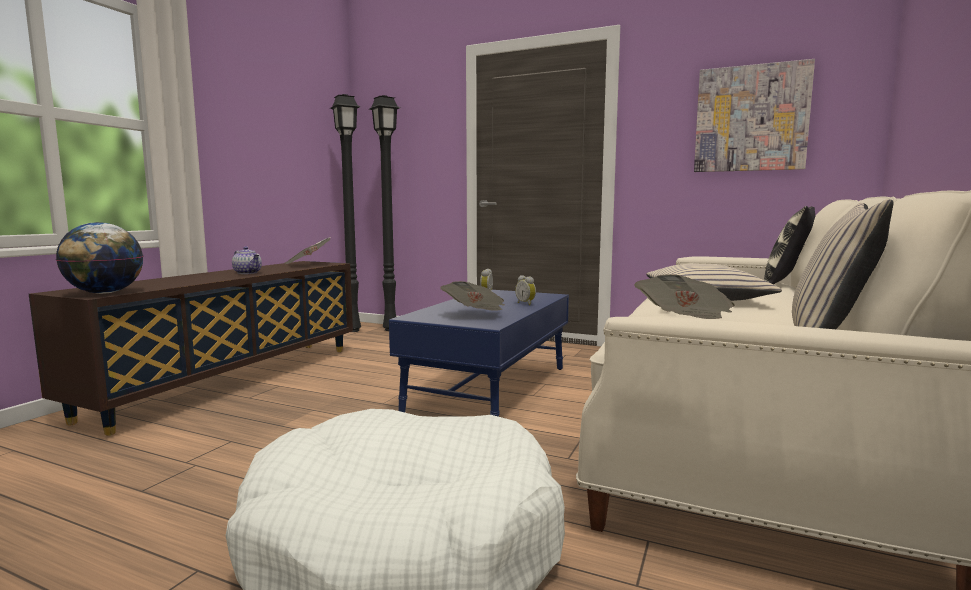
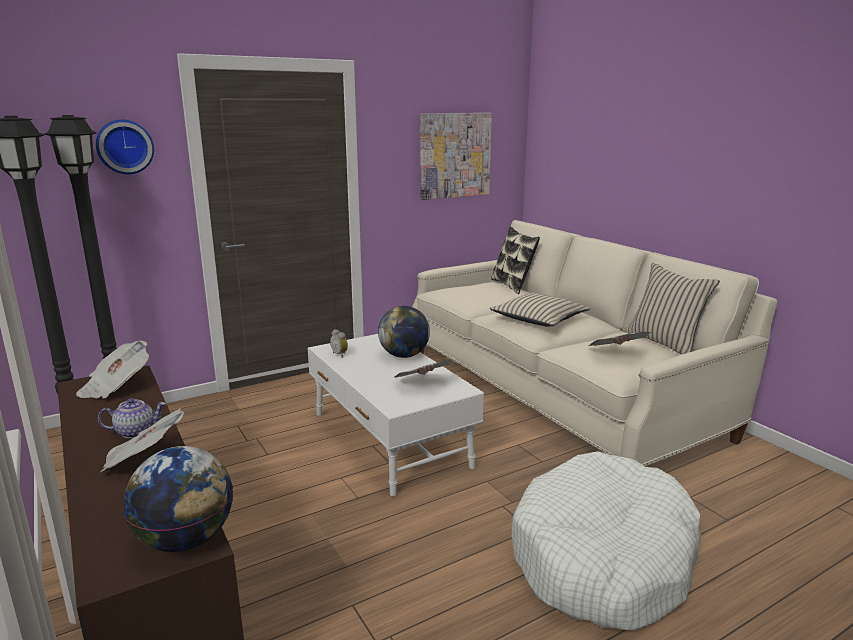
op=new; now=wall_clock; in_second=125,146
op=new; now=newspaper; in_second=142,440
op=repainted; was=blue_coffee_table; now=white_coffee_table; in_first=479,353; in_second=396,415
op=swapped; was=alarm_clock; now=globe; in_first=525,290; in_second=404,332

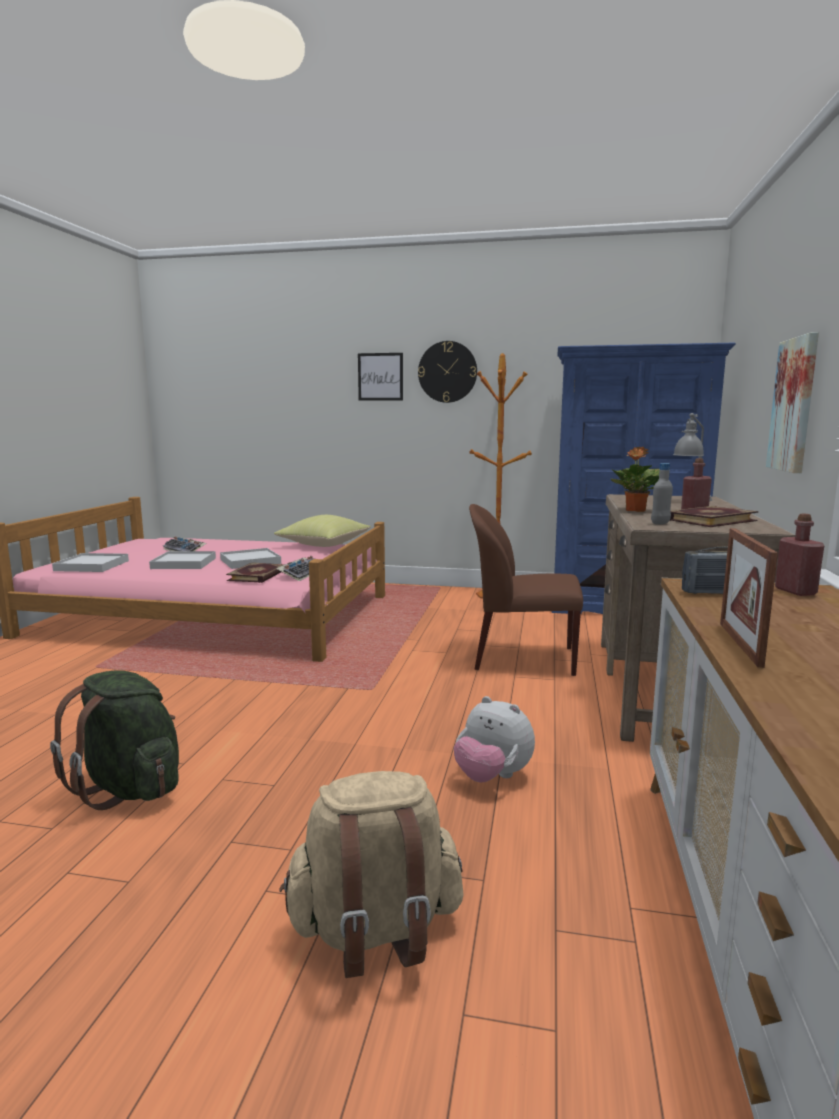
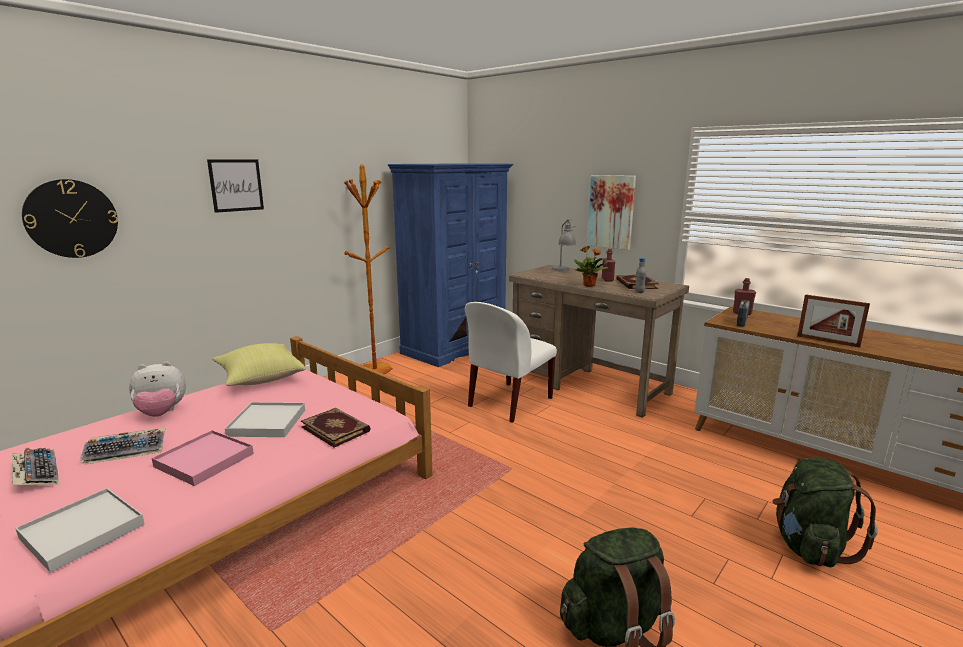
op=shifted; was=keyboard; in_first=295,568; in_second=36,466
op=shifted; was=wall_clock; in_first=447,372; in_second=70,218
op=shifted; was=plush_toy; in_first=494,739; in_second=157,389
op=repainted; was=white_tray; now=pink_tray; in_first=182,560; in_second=203,458
op=repainted; was=brown_chair; now=white_chair; in_first=526,590; in_second=511,362
op=repainted; was=beige_backpack; now=green_backpack; in_first=371,874; in_second=825,512

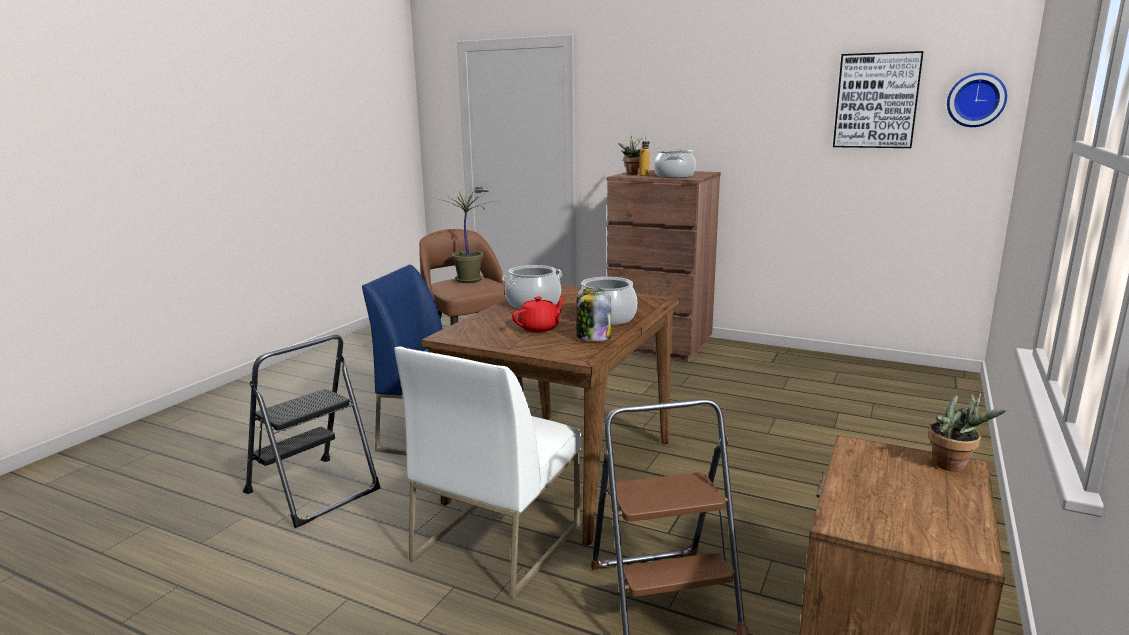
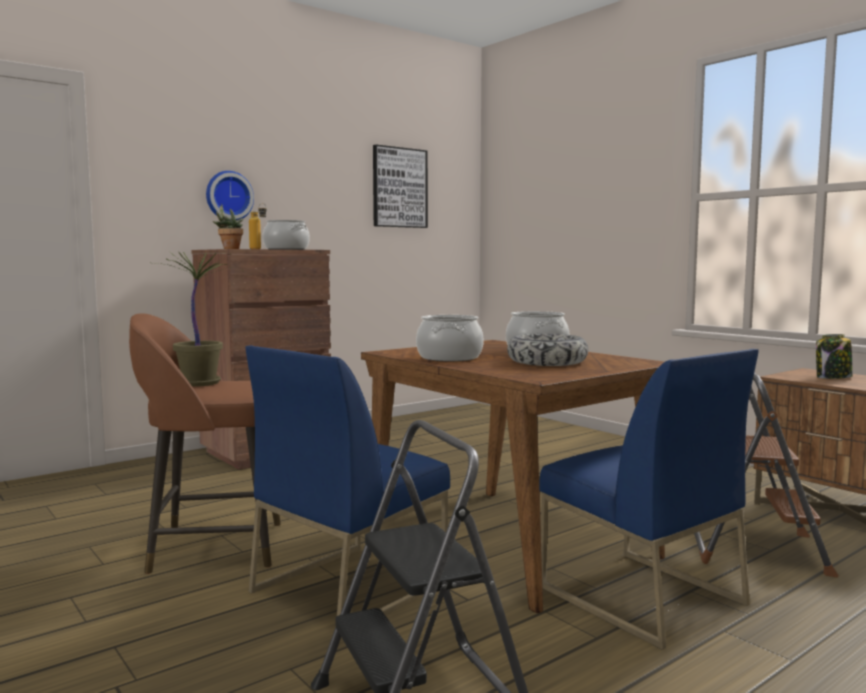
op=shifted; was=wall_clock; in_first=977,100; in_second=230,195
op=swapped; was=red_teapot; now=bowl; in_first=539,314; in_second=547,350
op=repainted; was=white_chair; now=blue_chair; in_first=488,472; in_second=649,499
op=shifted; was=jar; in_first=593,314; in_second=834,356
op=gone; was=potted_plant; in_first=968,431

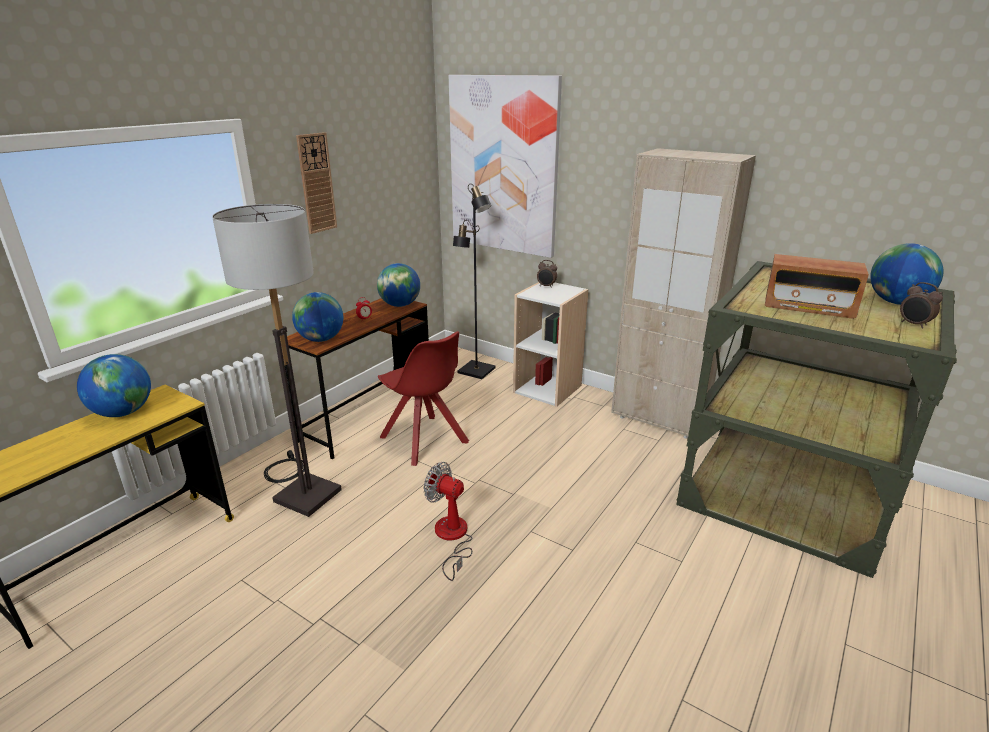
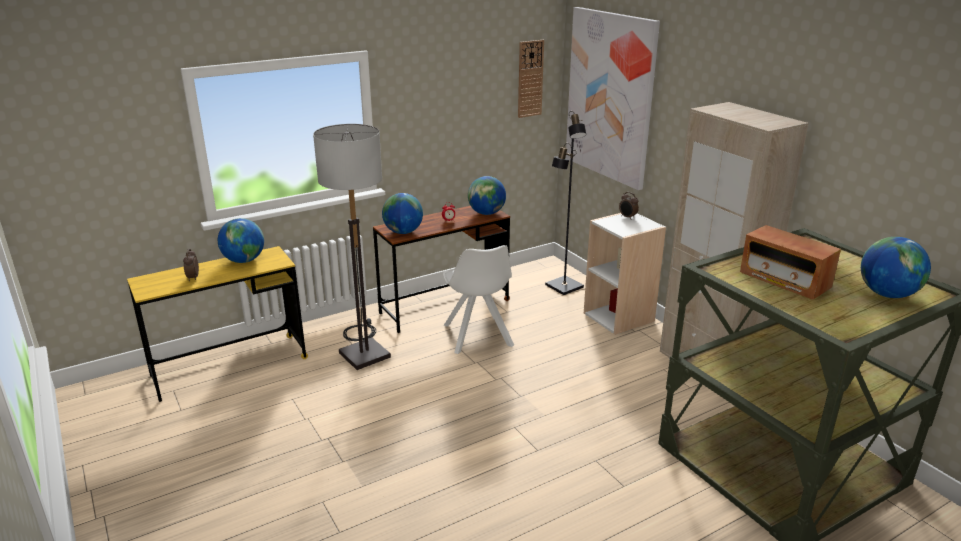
op=shifted; was=alarm_clock; in_first=921,305; in_second=191,265
op=repainted; was=red_chair; now=white_chair; in_first=423,398; in_second=478,299
op=shifted; was=wall_clock; in_first=316,183; in_second=531,79
op=gone; was=fan; in_first=447,521

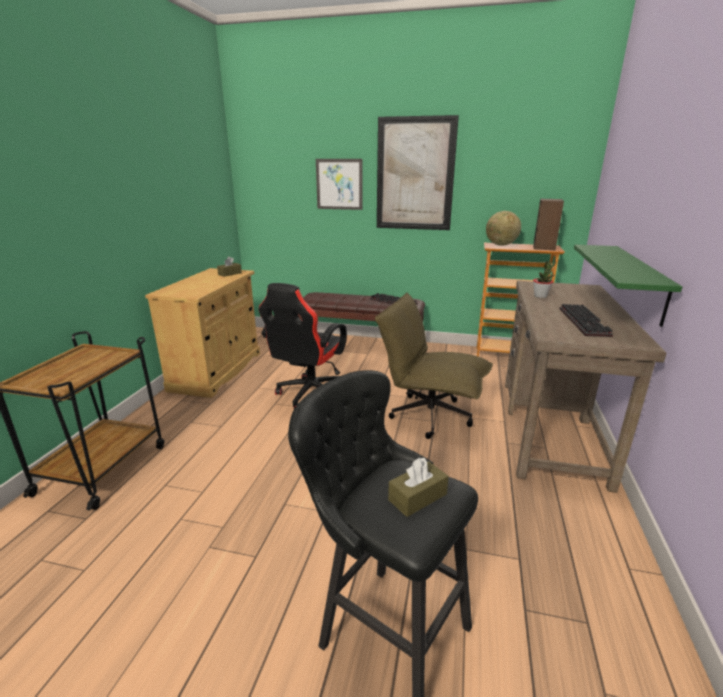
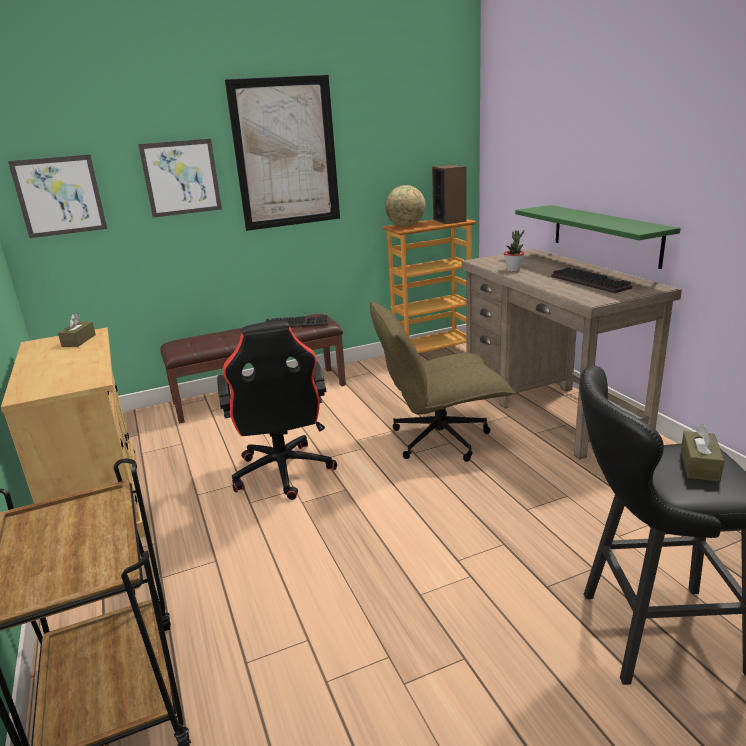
op=new; now=picture; in_second=57,196

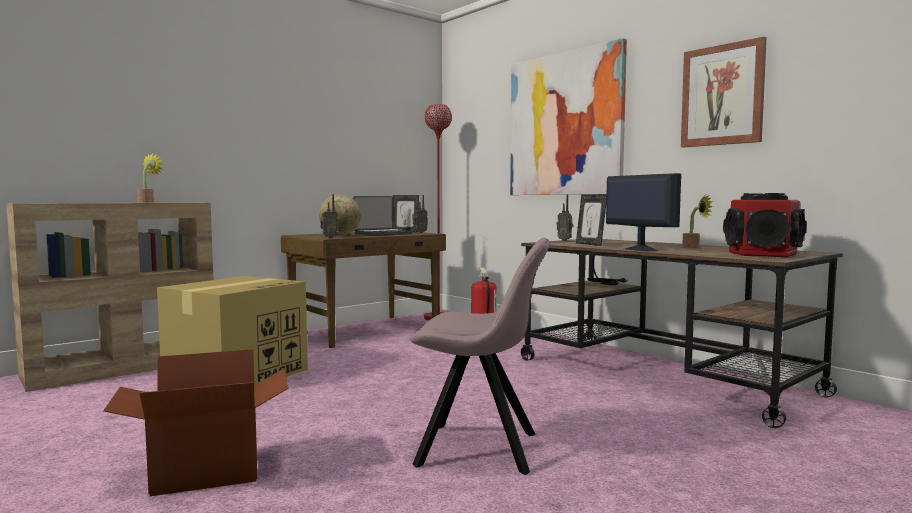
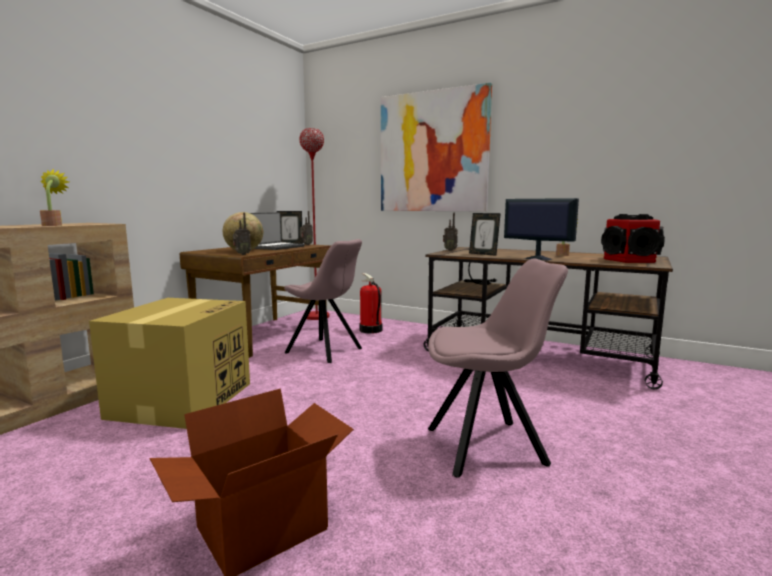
op=new; now=pink_chair; in_second=323,301
op=gone; was=picture; in_first=724,92

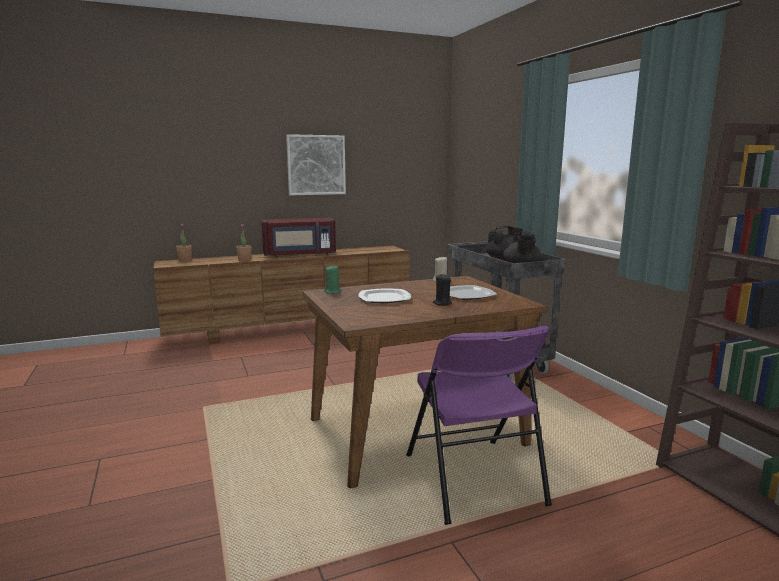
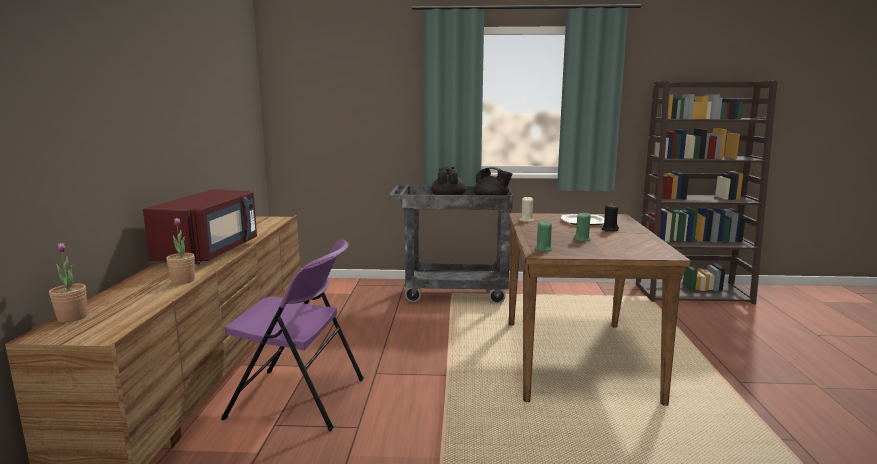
op=shifted; was=purple_chair; in_first=479,425; in_second=292,336
op=swapped; was=plate; now=green_candle; in_first=384,296; in_second=582,227
op=gone; was=picture; in_first=316,164

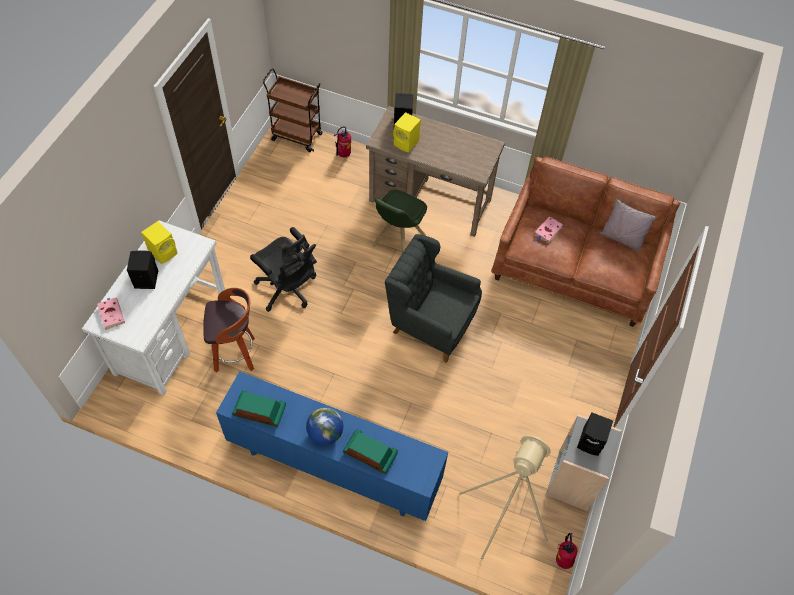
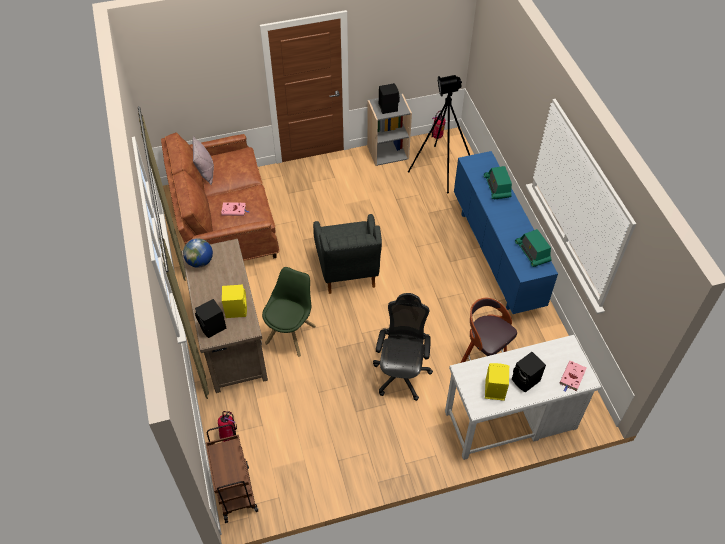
op=shifted; was=globe; in_first=324,426; in_second=198,253
op=rotated; was=green_chair; in_first=400,221; in_second=289,312; clockwise=-60
op=repainted; was=beige_floor_lamp; now=black_floor_lamp; in_first=505,498; in_second=439,134

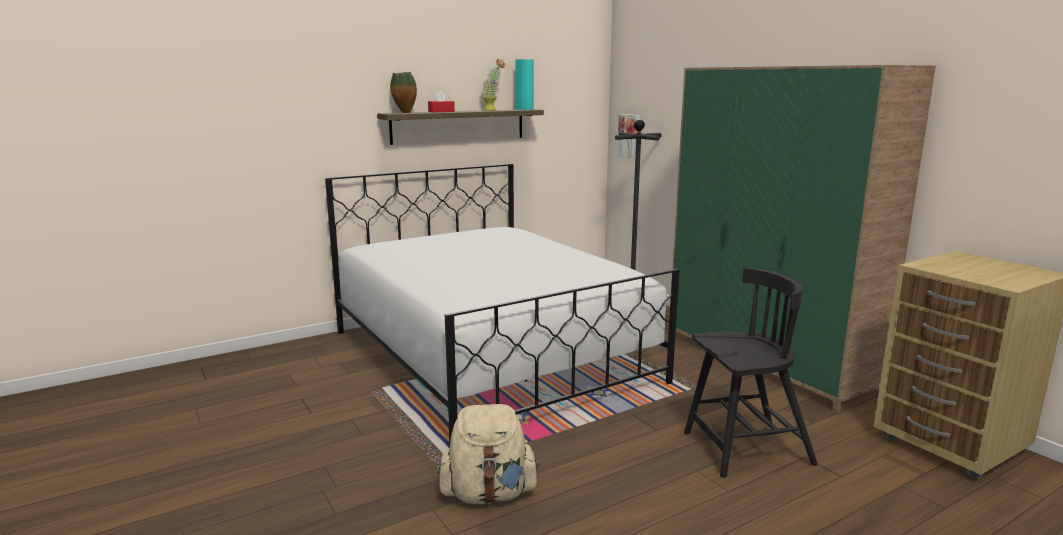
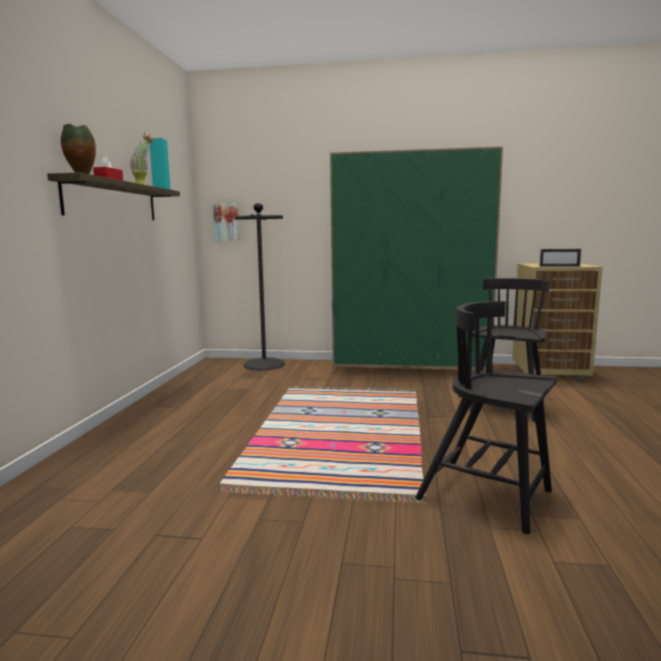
op=swapped; was=beige_backpack; now=black_chair; in_first=489,454; in_second=485,417
op=new; now=picture_frame; in_second=560,258
op=gone; was=white_bed; in_first=502,305

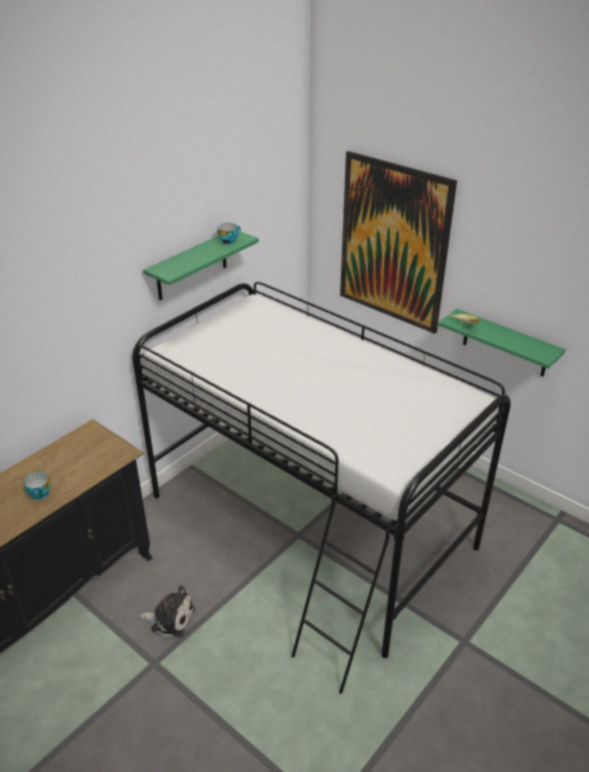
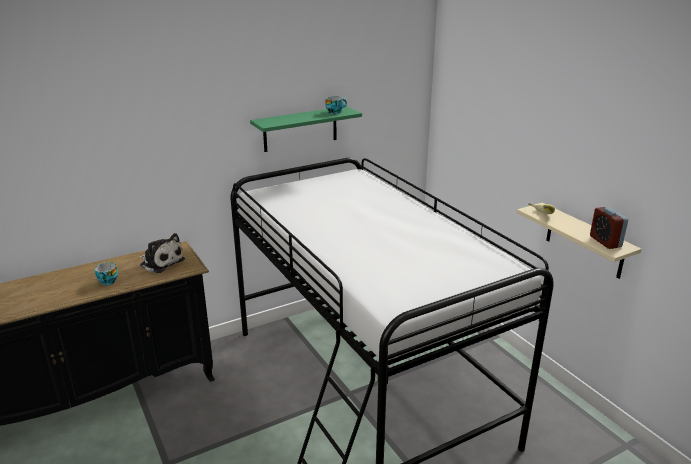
op=shifted; was=plush_toy; in_first=167,611; in_second=162,253
op=repainted; was=green_shelf; now=beige_shelf; in_first=501,342; in_second=579,241
op=new; now=alarm_clock; in_second=609,228
op=gone; was=picture; in_first=398,242

